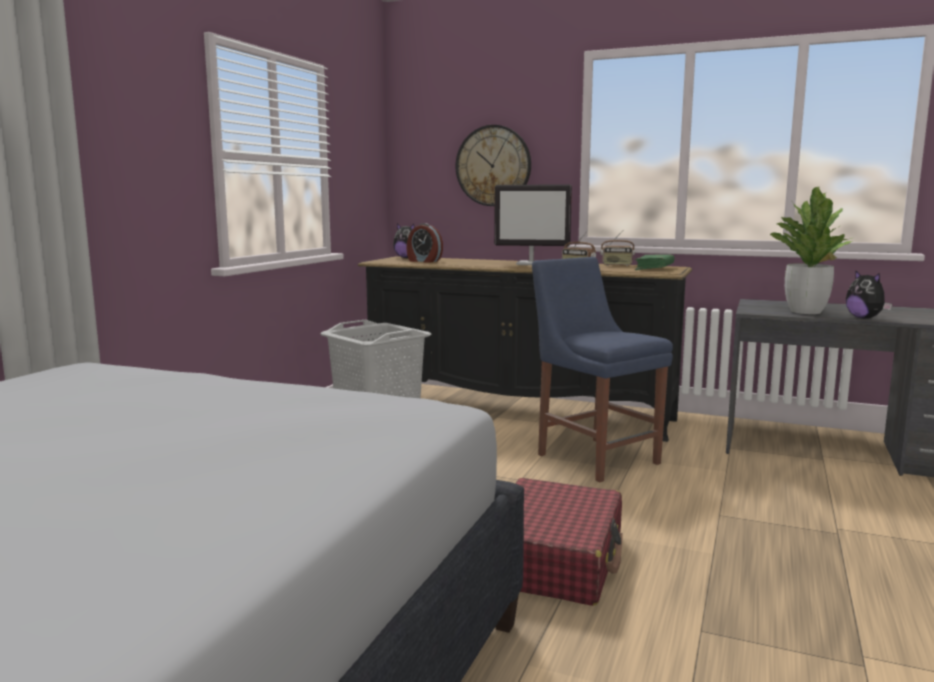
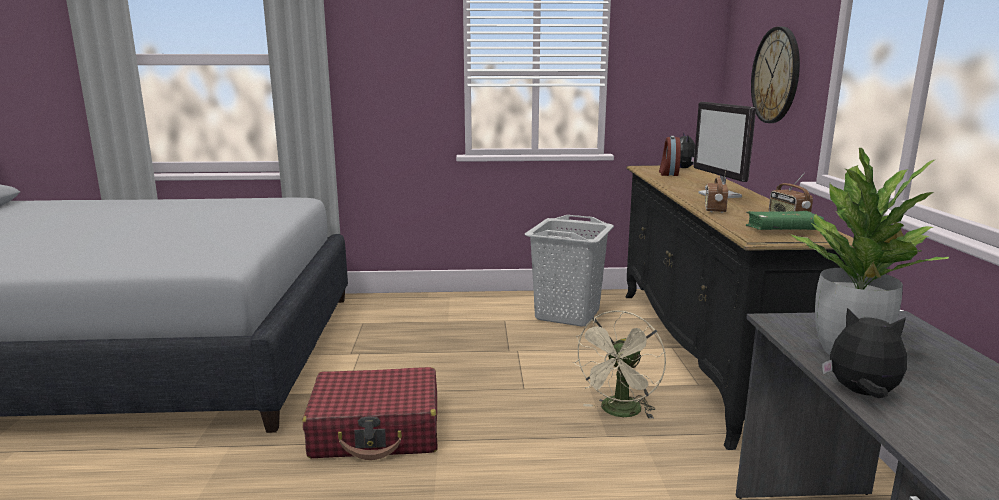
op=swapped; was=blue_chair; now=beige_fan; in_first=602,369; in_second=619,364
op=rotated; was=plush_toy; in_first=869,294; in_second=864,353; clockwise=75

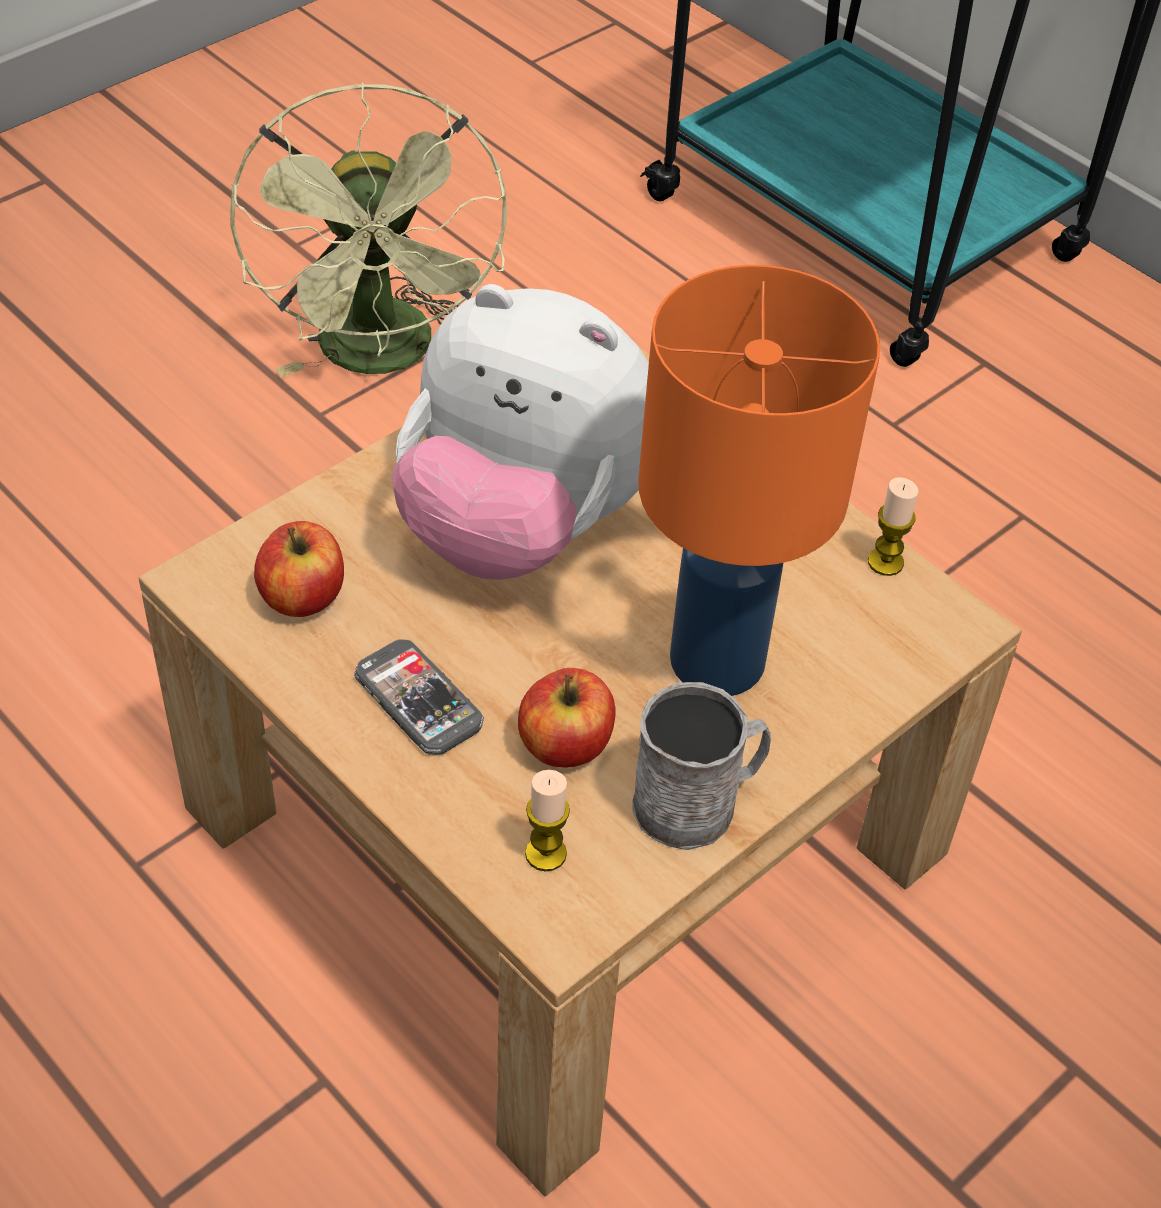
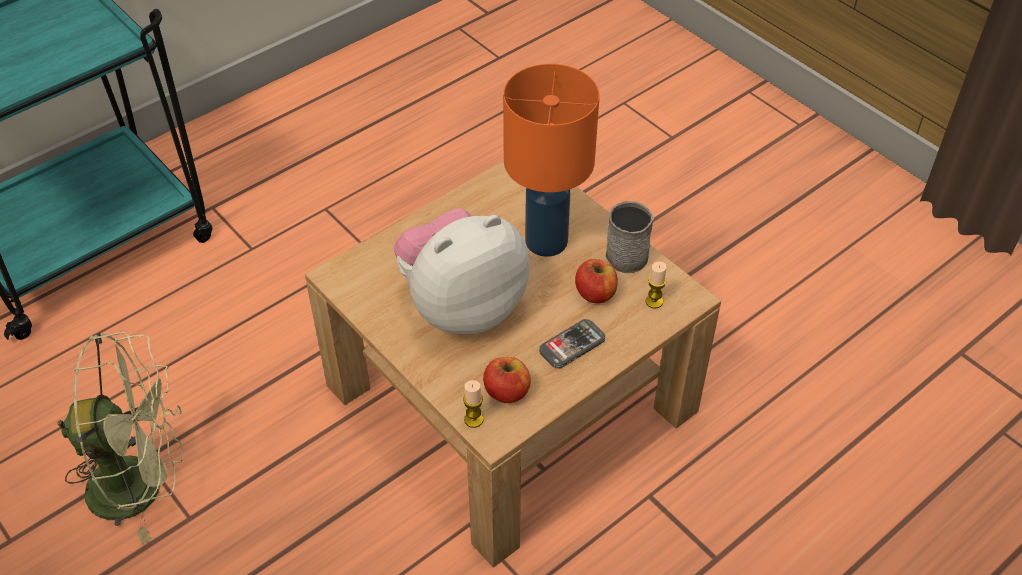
op=rotated; was=plush_toy; in_first=520,432; in_second=461,271; clockwise=-150
op=shifted; was=candle; in_first=893,526; in_second=473,404

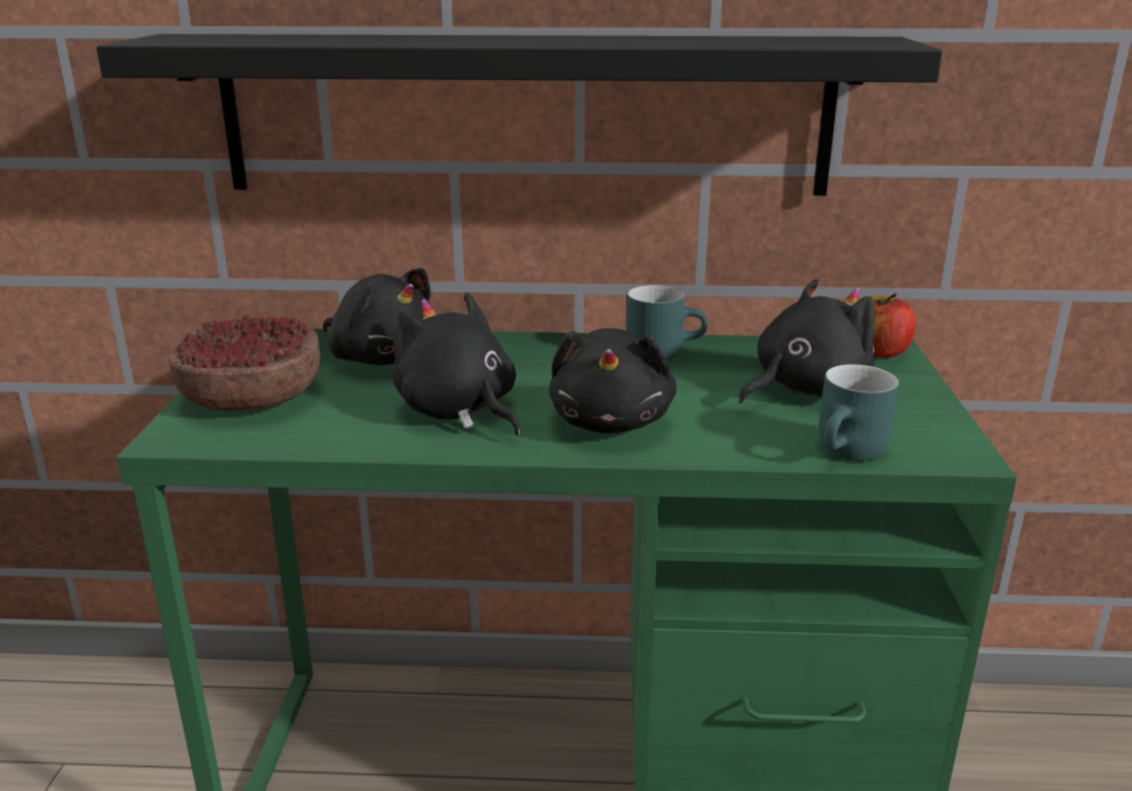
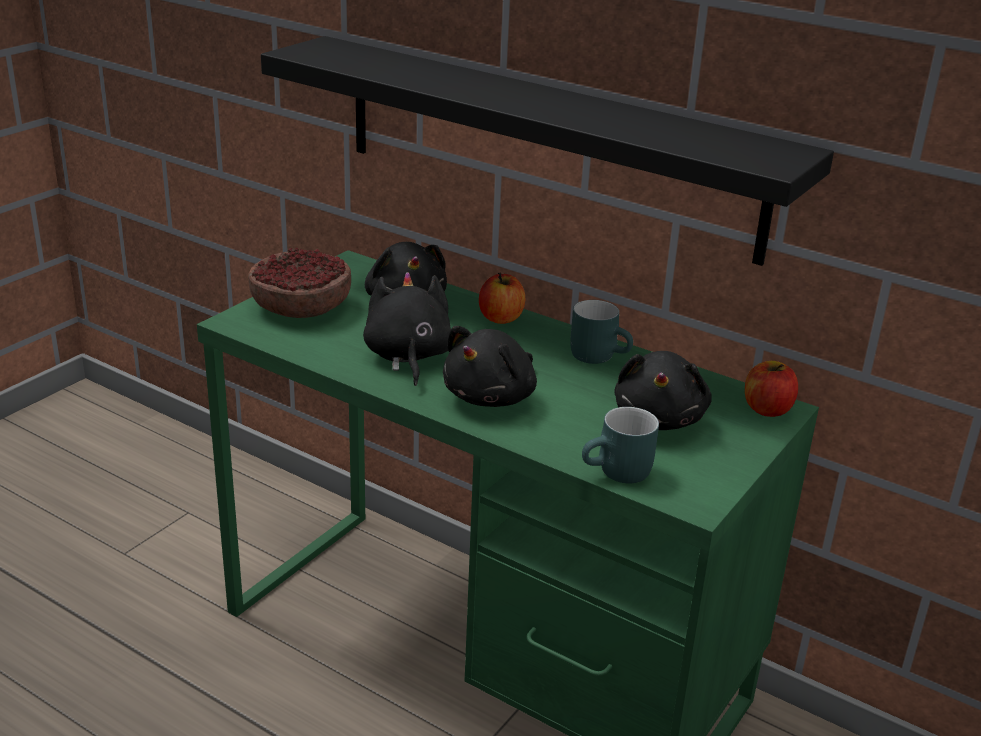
op=new; now=apple; in_second=502,298
op=rotated; was=black_plush_toy; in_first=806,341; in_second=663,390; clockwise=105

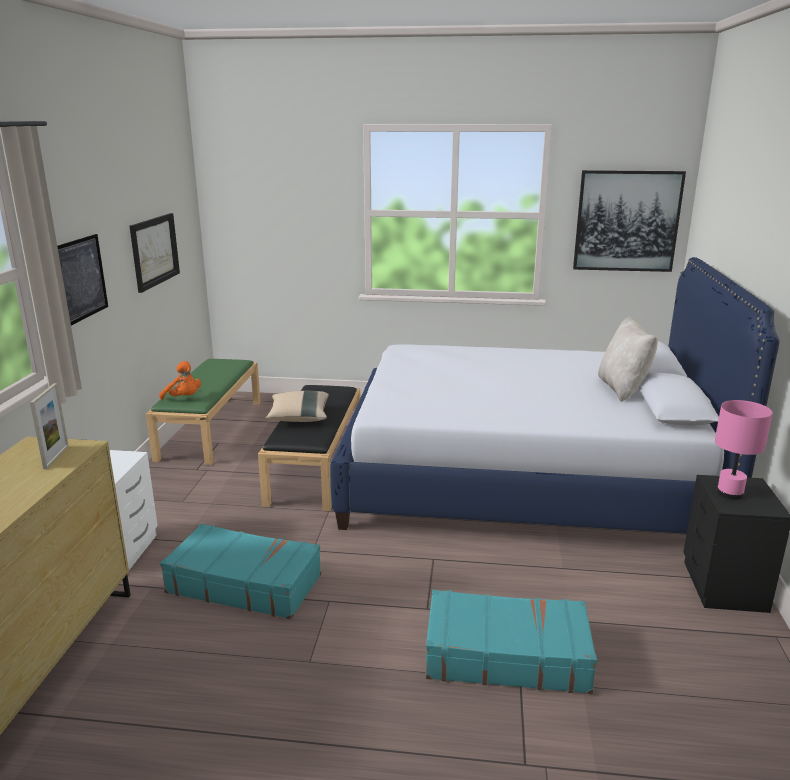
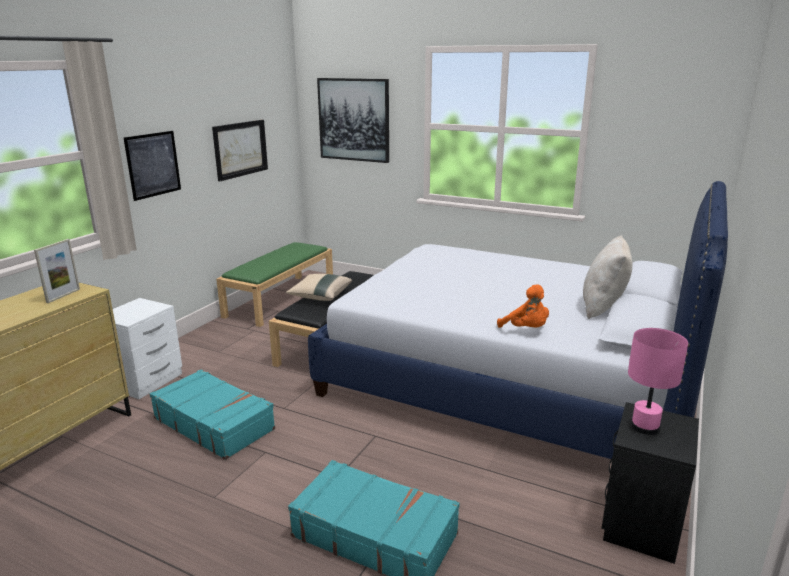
op=shifted; was=picture; in_first=629,221; in_second=353,120
op=shifted; was=orange_plush_toy; in_first=180,380; in_second=523,306

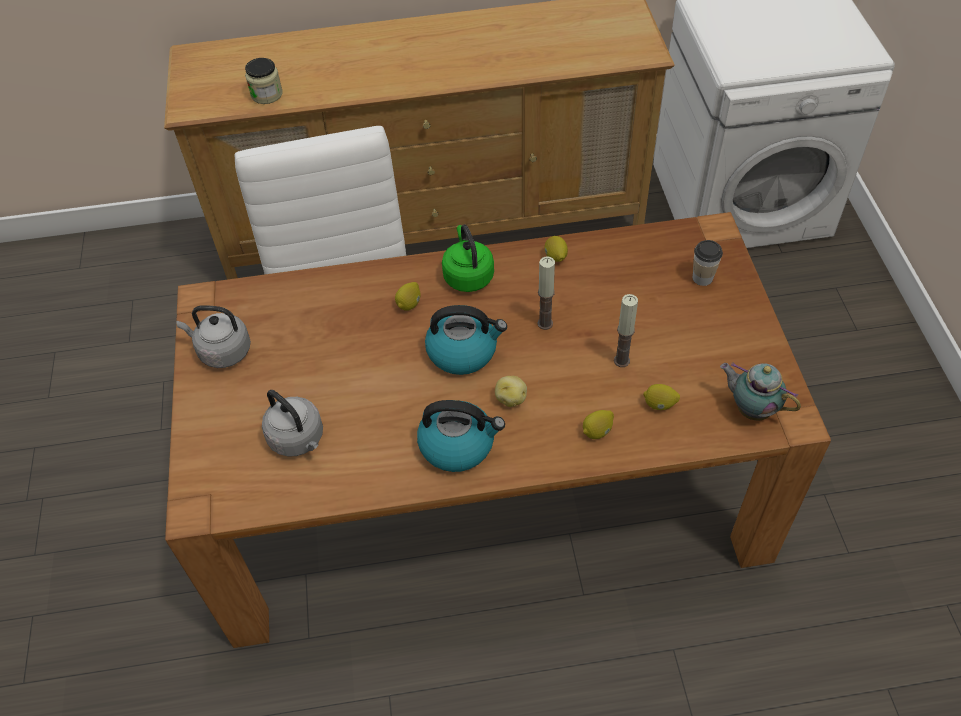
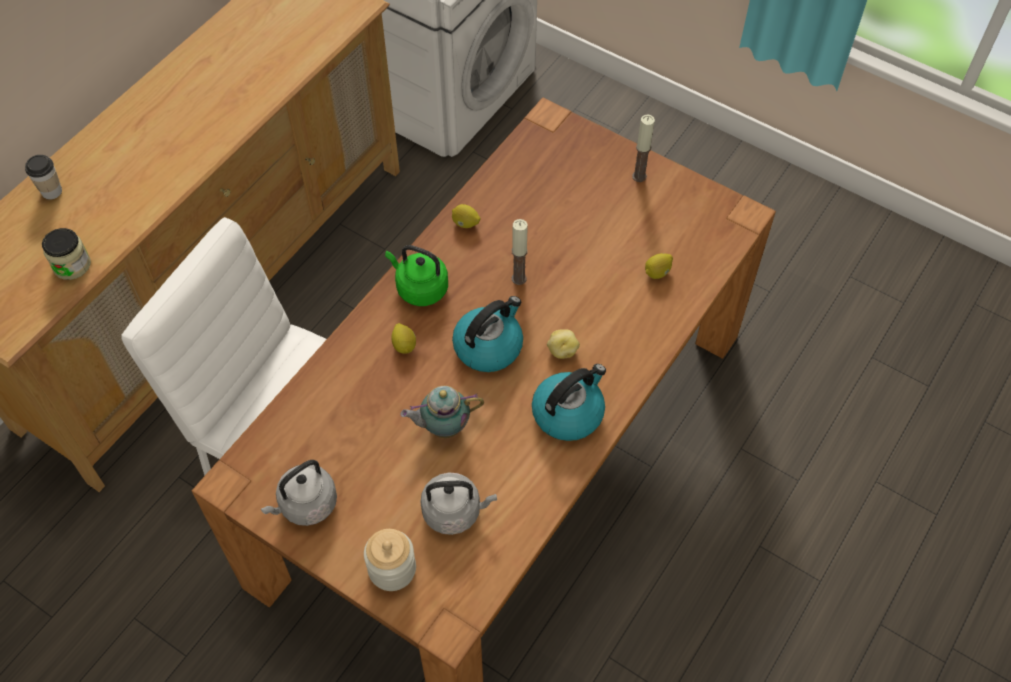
op=shifted; was=cup; in_first=708,263; in_second=43,177
op=new; now=jar; in_second=390,560
op=shifted; was=teapot; in_first=760,391; in_second=442,412
op=shifted; was=candle; in_first=626,330; in_second=643,148
op=gone; was=lemon; in_first=598,424

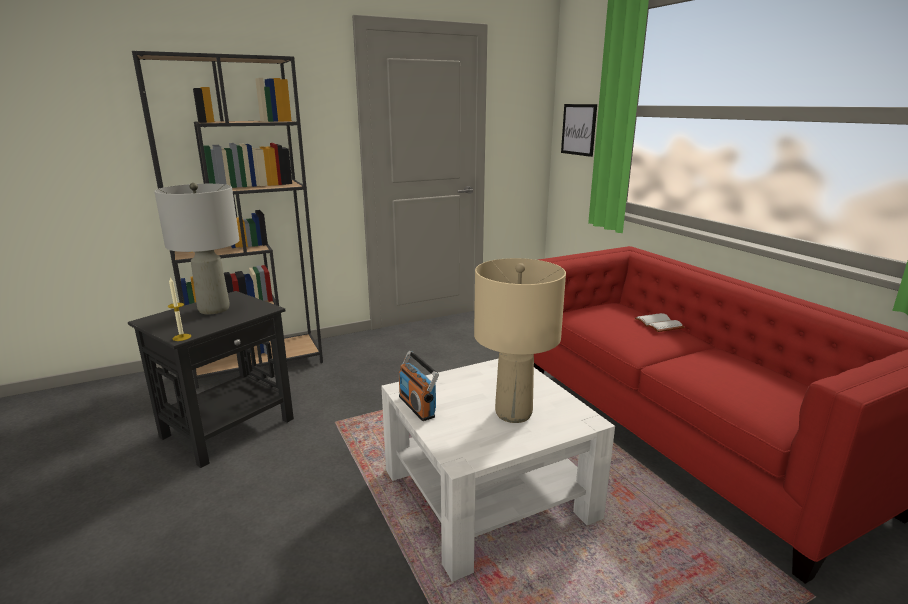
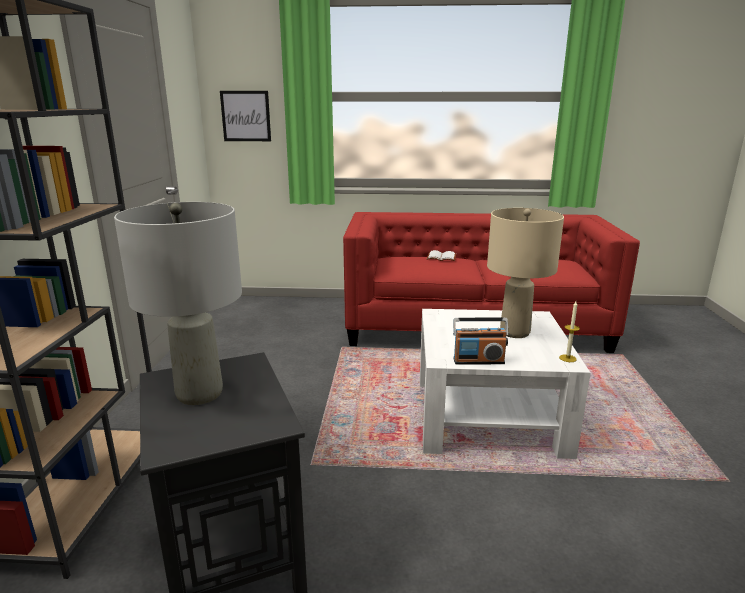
op=shifted; was=candle; in_first=179,309; in_second=569,332

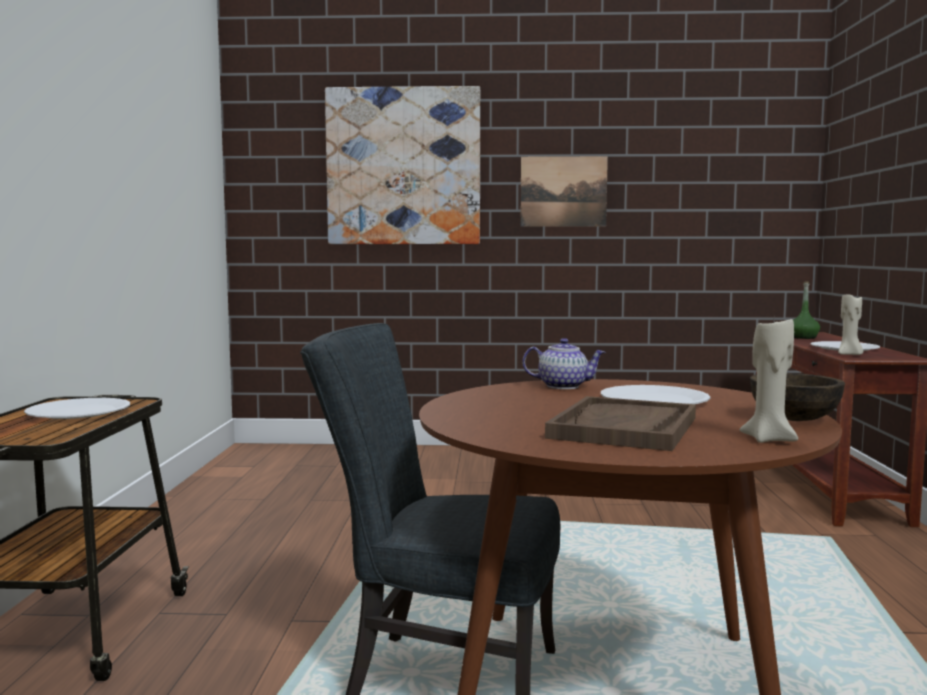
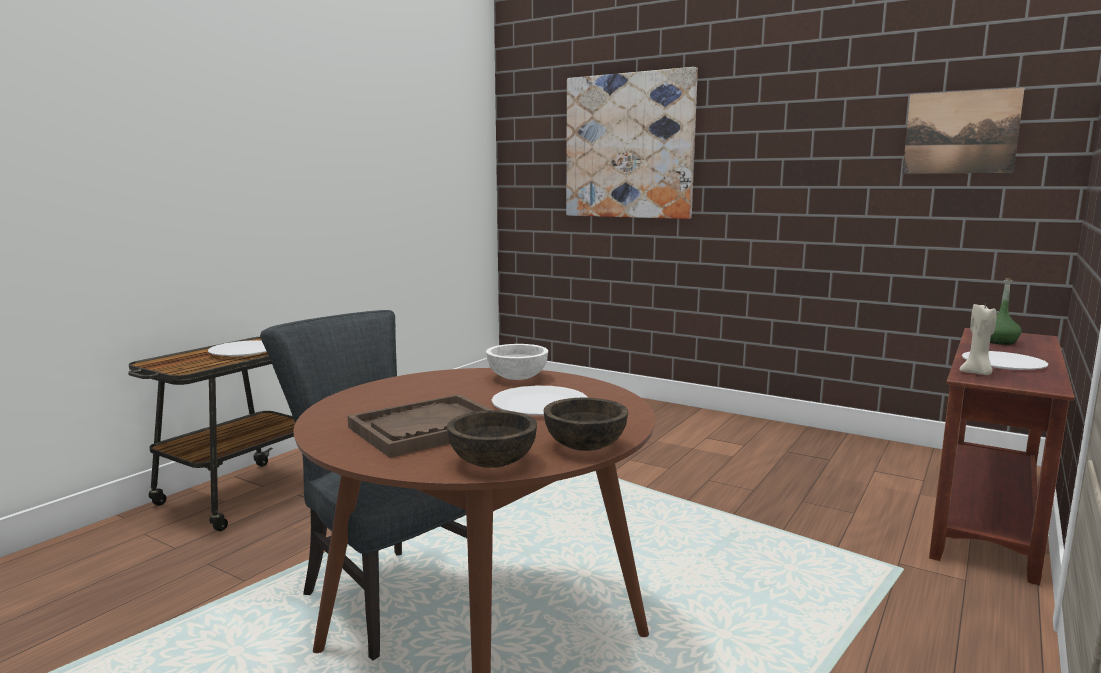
op=swapped; was=beige_candle; now=brown_bowl; in_first=769,381; in_second=492,439
op=swapped; was=teapot; now=white_bowl; in_first=564,363; in_second=517,362
op=shifted; was=picture; in_first=564,191; in_second=963,131

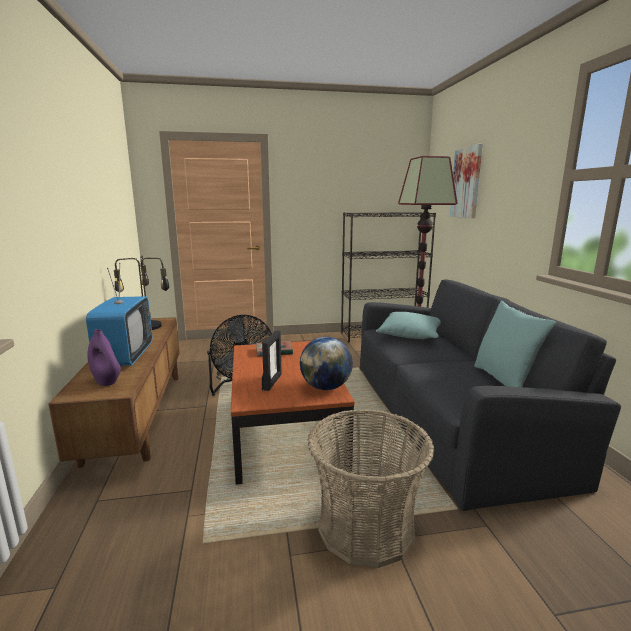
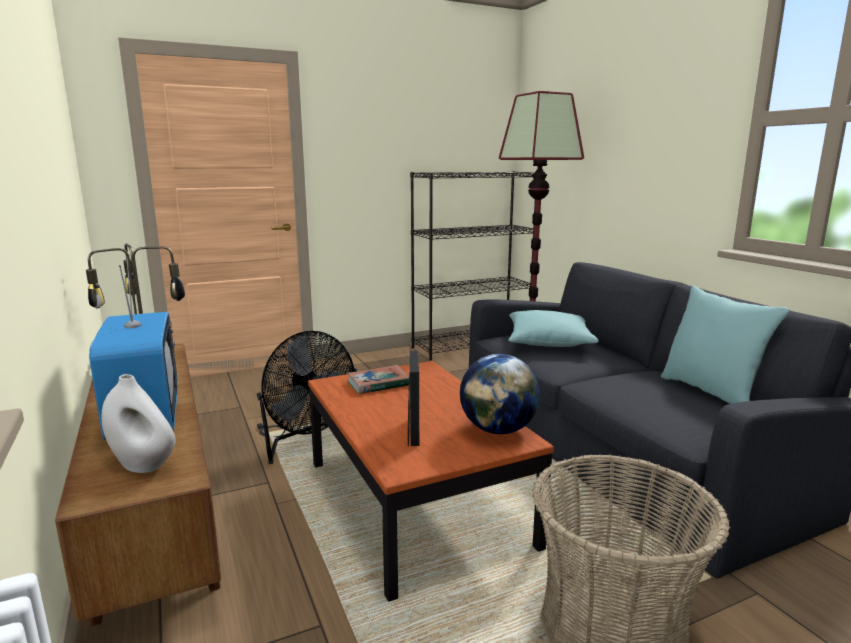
op=repainted; was=purple_vase; now=white_vase; in_first=104,357; in_second=139,423
op=gone; was=picture; in_first=466,181

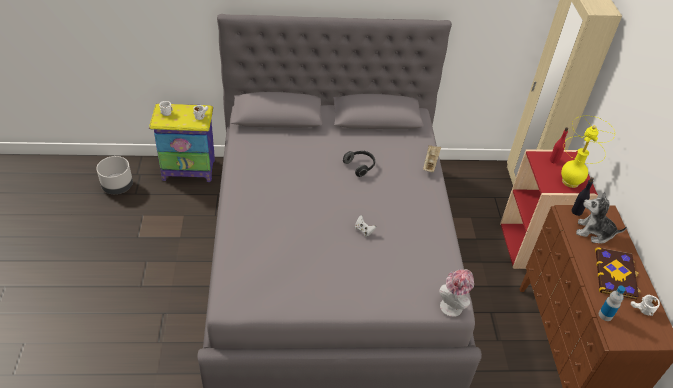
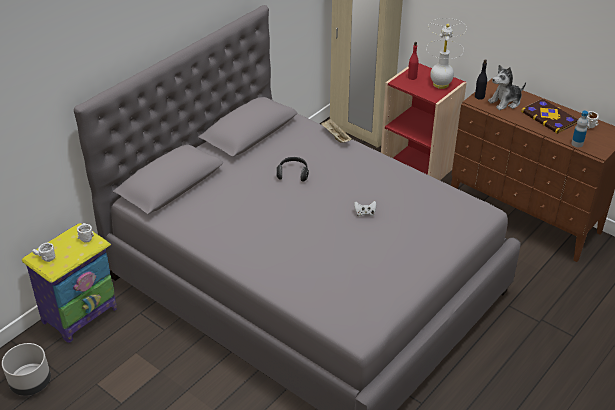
op=repainted; was=yellow_table_lamp; now=white_table_lamp; in_first=588,152; in_second=446,53
op=gone; was=hat; in_first=456,293

